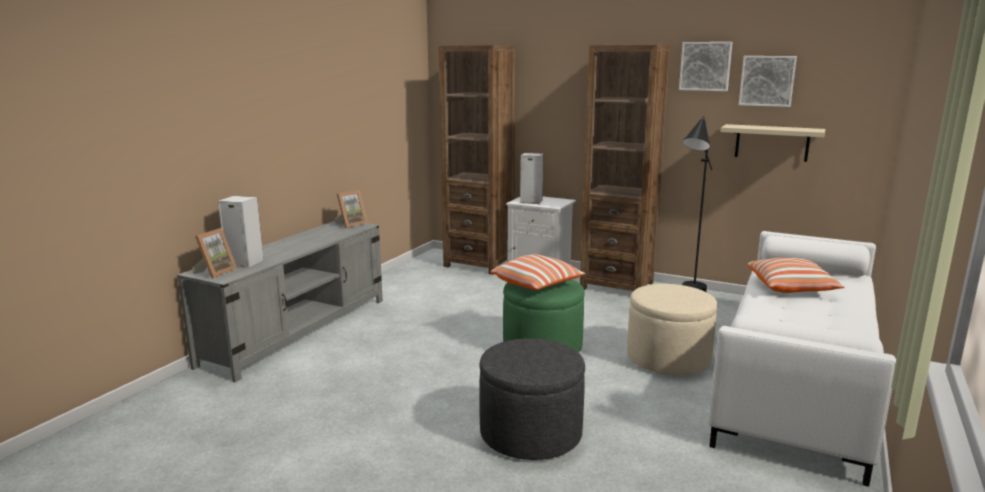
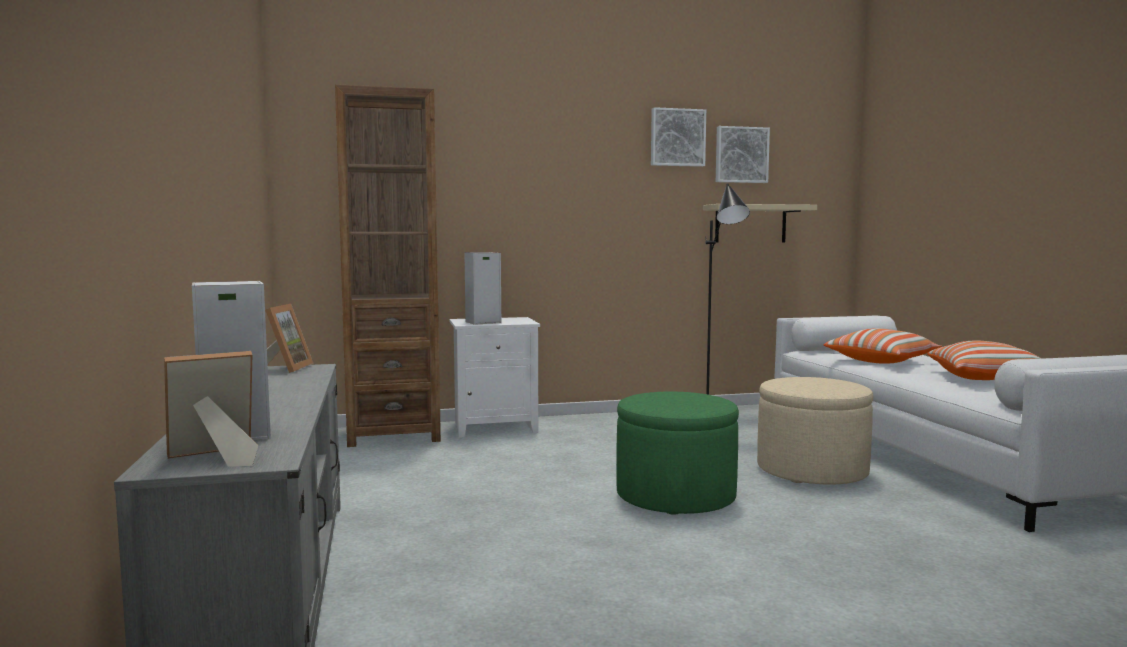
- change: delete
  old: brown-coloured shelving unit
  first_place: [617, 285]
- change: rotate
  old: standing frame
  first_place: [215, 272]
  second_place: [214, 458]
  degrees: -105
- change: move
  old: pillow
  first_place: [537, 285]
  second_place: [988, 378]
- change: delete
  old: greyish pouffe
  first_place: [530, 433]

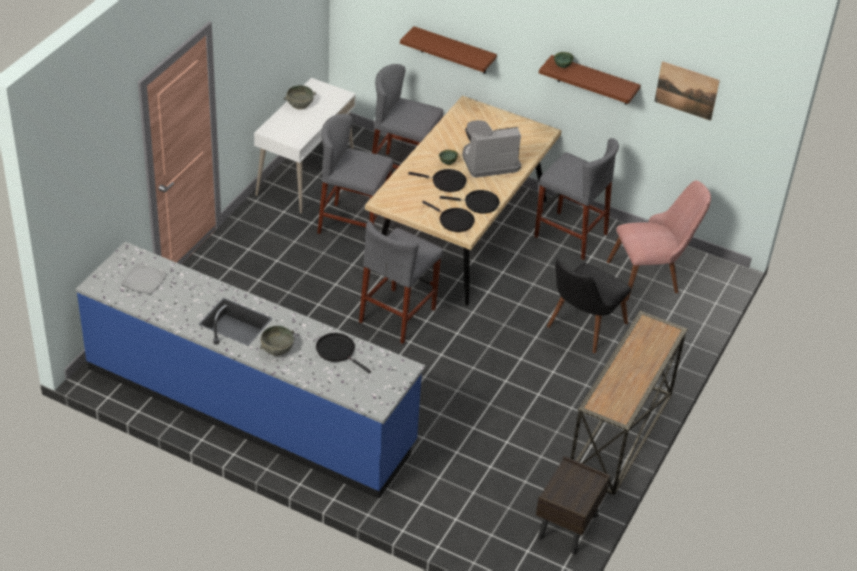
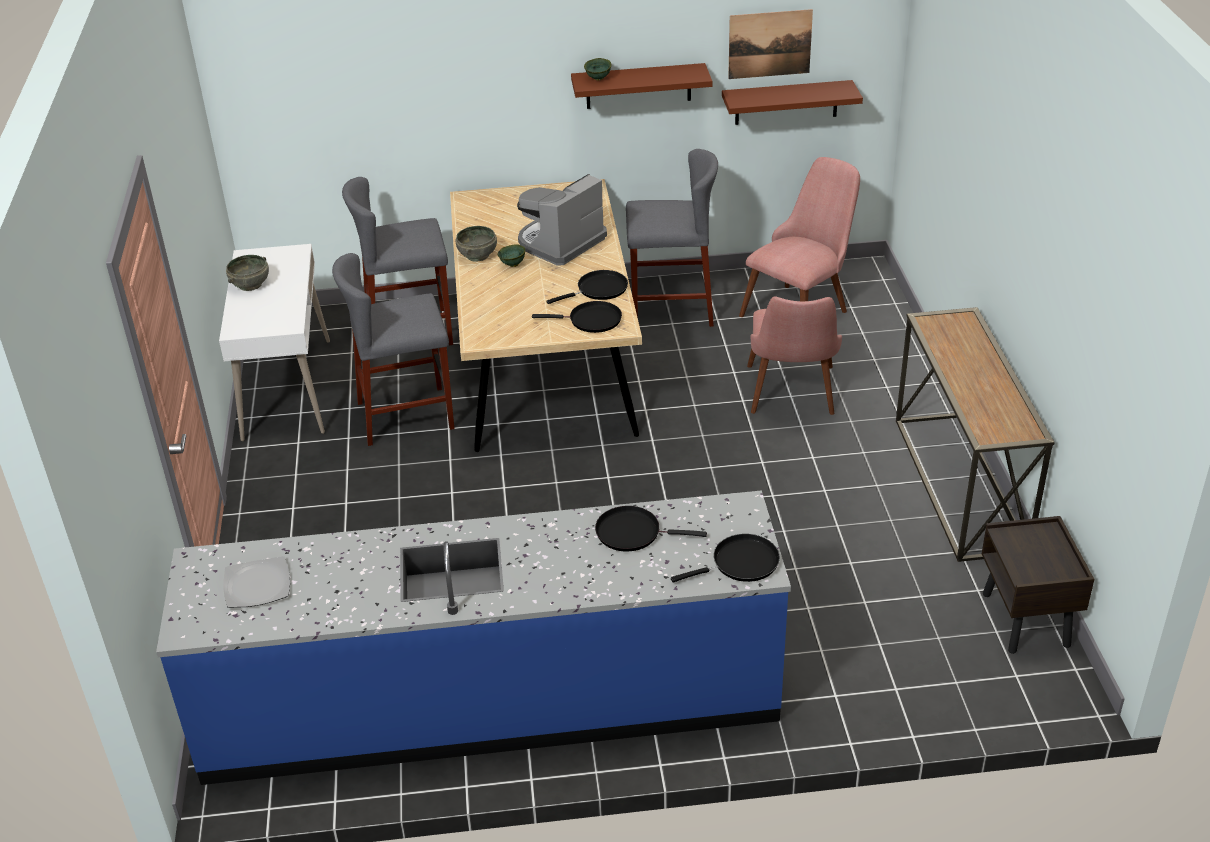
- change: move
  old: brown-coloured bracket shelf
  first_place: [454, 51]
  second_place: [786, 102]
- change: move
  old: black frying pan
  first_place: [446, 182]
  second_place: [741, 563]
- change: delete
  old: greyish stool
  first_place: [397, 315]
- change: recolor
  old: black plain chair
  new: pink-coloured plain chair
  first_place: [581, 330]
  second_place: [792, 398]
- change: move
  old: greyish deep dish
  first_place: [277, 349]
  second_place: [478, 255]

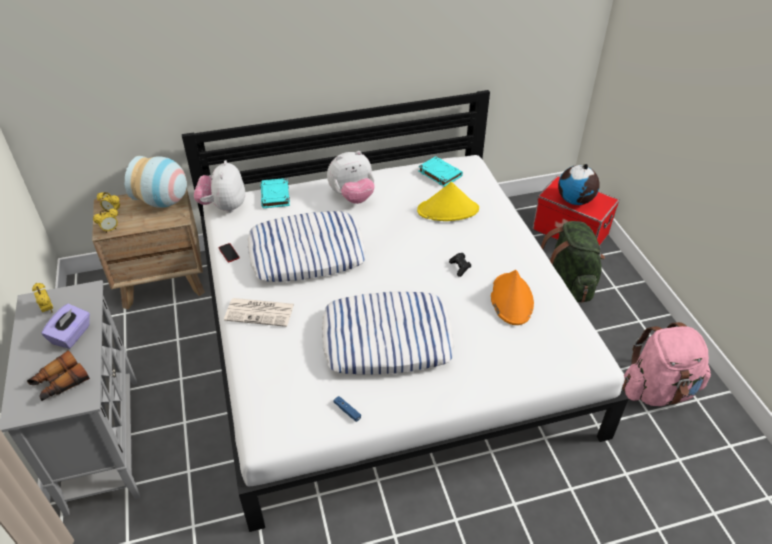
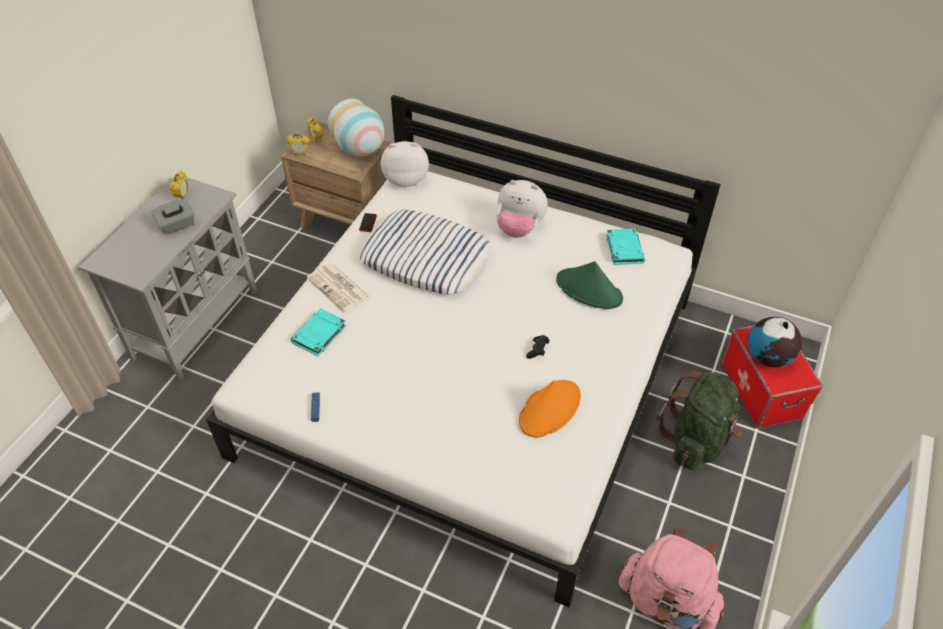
- change: rotate
  old: cuddly toy
  first_place: [224, 207]
  second_place: [406, 179]
  degrees: 45
- change: move
  old: blue-green volume
  first_place: [275, 196]
  second_place: [319, 335]
- change: recolor
  old: yellow clothing hat
  new: green clothing hat
  first_place: [448, 210]
  second_place: [589, 290]
- change: delete
  old: pillow
  first_place: [387, 339]
- change: recolor
  old: purple box of tissues
  new: greyish box of tissues
  first_place: [72, 335]
  second_place: [177, 225]
- change: delete
  old: binoculars
  first_place: [59, 383]

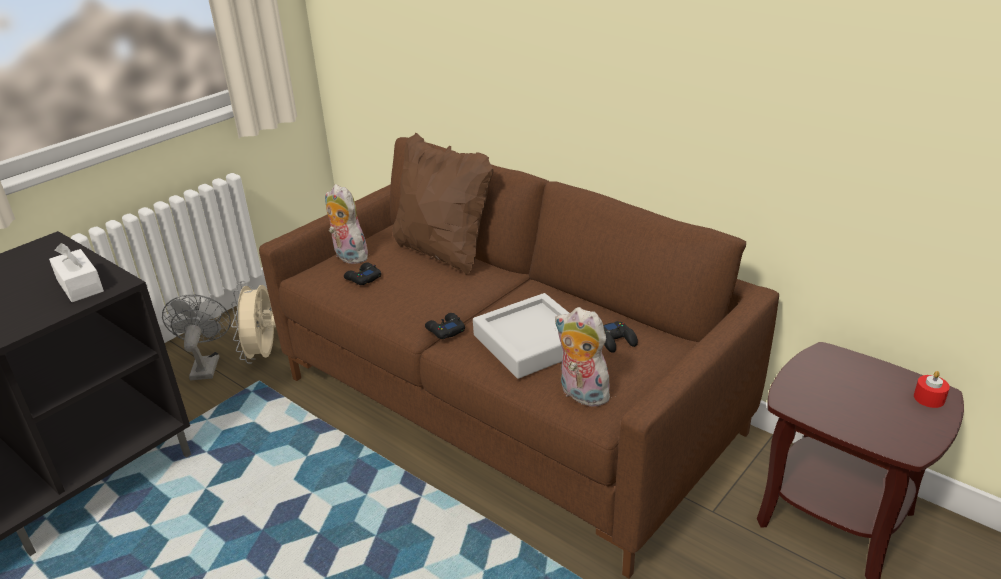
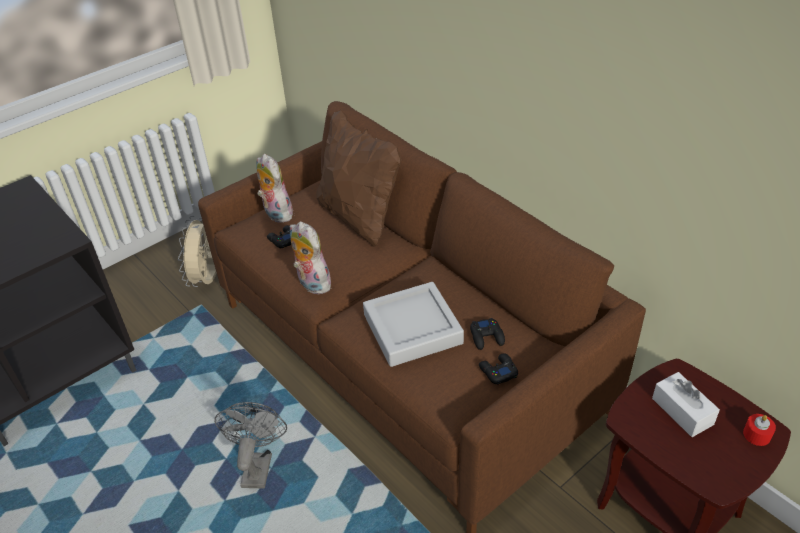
- change: move
  old: whitish box of tissues
  first_place: [80, 285]
  second_place: [682, 411]
- change: move
  old: greyish cooling fan
  first_place: [206, 365]
  second_place: [257, 465]
- change: move
  old: cuddly toy
  first_place: [581, 394]
  second_place: [311, 283]
- change: move
  old: black joypad
  first_place: [445, 330]
  second_place: [498, 371]

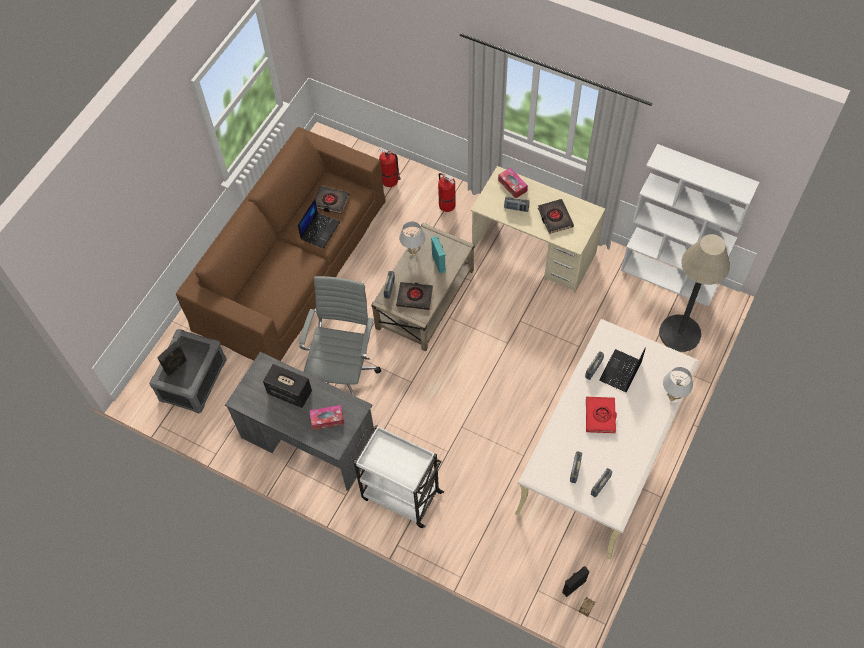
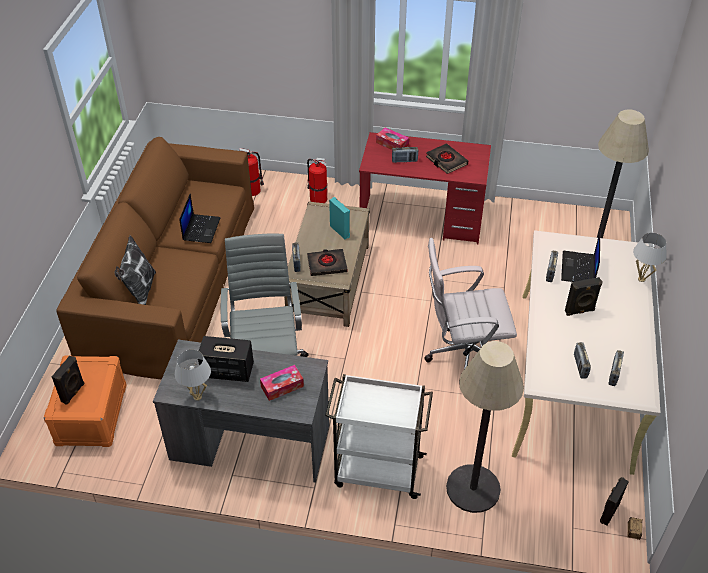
- change: delete
  old: whitish shelving unit
  first_place: [669, 278]
- change: recolor
  old: beige-coloured desk unit
  new: red-coloured desk unit
  first_place: [533, 252]
  second_place: [421, 219]
- change: delete
  old: black volume
  first_place: [330, 201]
- change: move
  old: whitish tabletop lamp
  first_place: [413, 253]
  second_place: [197, 397]
- change: recolor
  old: greyish storage bin
  new: orange-coloured storage bin
  first_place: [193, 380]
  second_place: [92, 415]
- change: replace
  old: red-coloured volume
  new: black loudspeaker
  first_place: [600, 416]
  second_place: [580, 311]
- change: insert
  new: pillow
  second_place: [140, 291]
- change: insert
  new: whitish office chair
  second_place: [462, 357]
- change: insert
  new: standard lamp
  second_place: [473, 488]

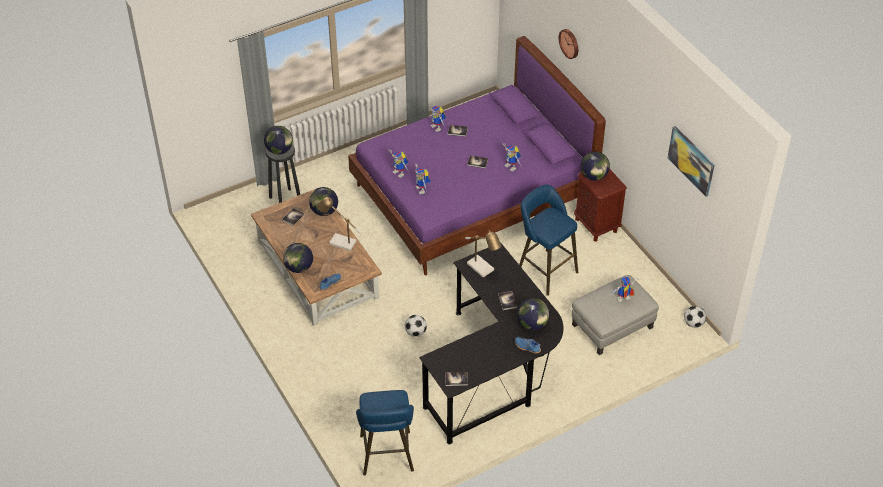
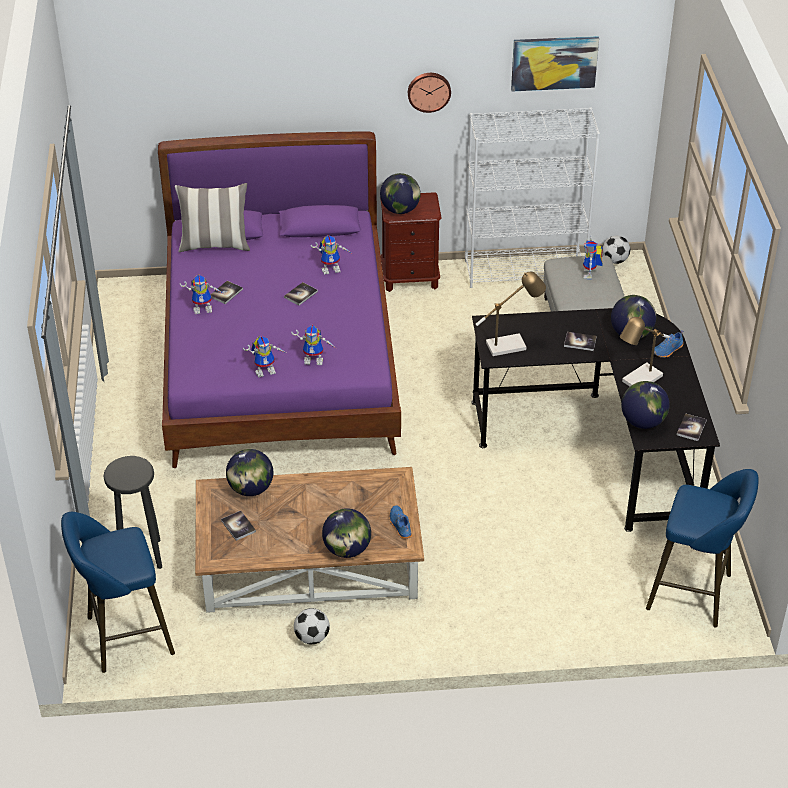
- change: move
  old: clock on the wall
  first_place: [570, 43]
  second_place: [429, 91]
- change: move
  old: desk globe
  first_place: [279, 150]
  second_place: [643, 421]
- change: move
  old: bluish stool
  first_place: [544, 270]
  second_place: [124, 637]
- change: move
  old: tabletop lamp
  first_place: [339, 242]
  second_place: [639, 381]
- change: move
  old: football
  first_place: [415, 332]
  second_place: [312, 637]
- change: insert
  new: whitish shelving unit
  second_place: [525, 270]
- change: insert
  new: pillow
  second_place: [215, 245]

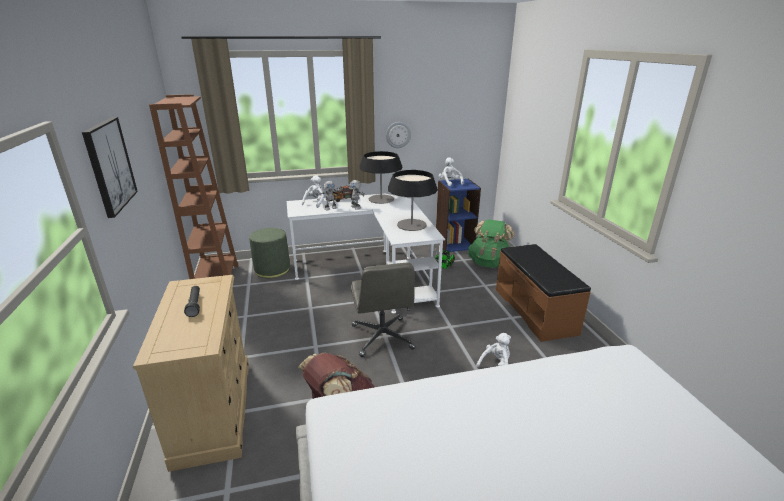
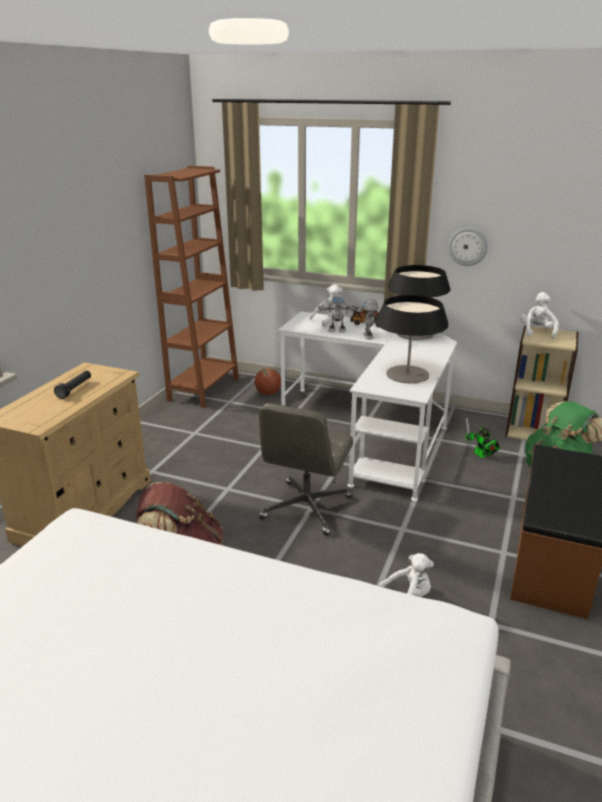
- change: delete
  old: picture
  first_place: [109, 165]
- change: recolor
  old: bluish shelving unit
  new: beige-coloured shelving unit
  first_place: [454, 244]
  second_place: [533, 429]
- change: replace
  old: green pouffe
  new: basketball ball
  first_place: [272, 269]
  second_place: [268, 393]

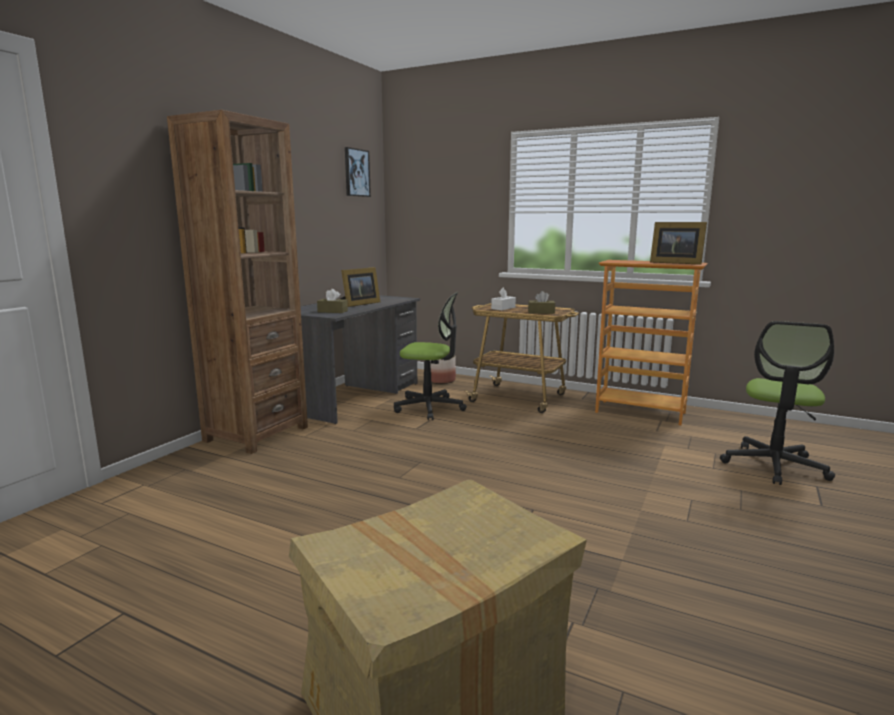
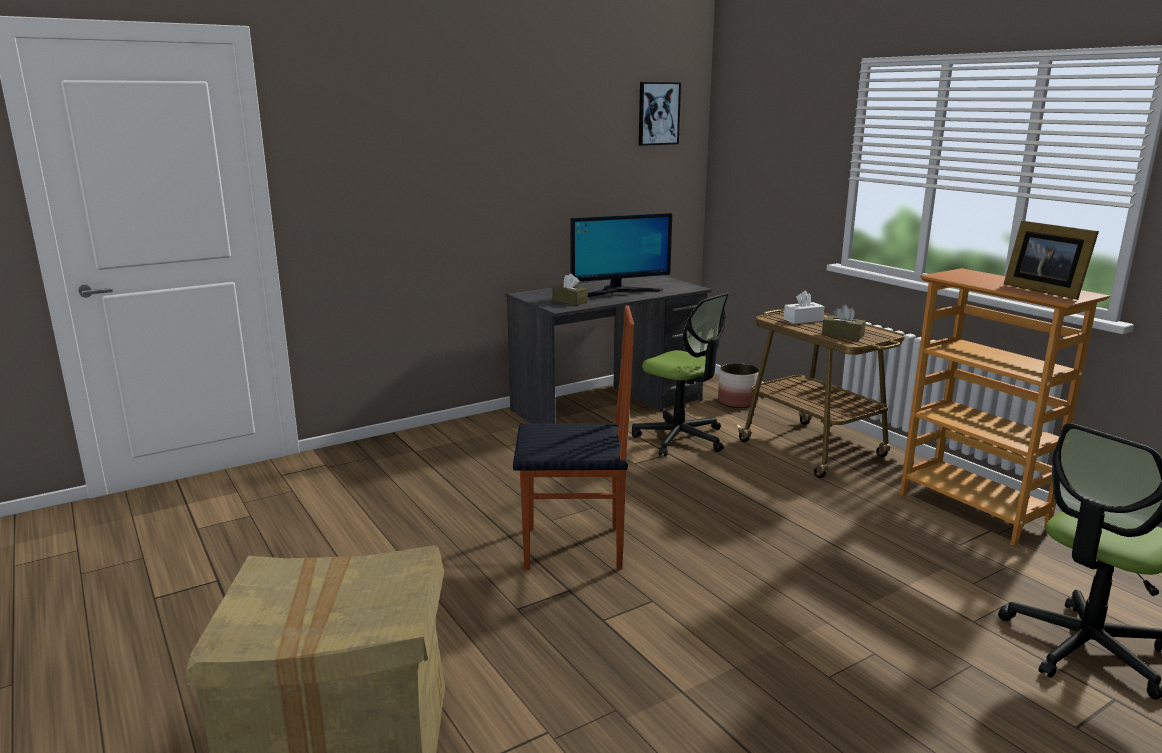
- change: delete
  old: brown-coloured shelving unit
  first_place: [256, 434]
- change: replace
  old: standing frame
  new: computer display
  first_place: [359, 304]
  second_place: [618, 292]
- change: insert
  new: plain chair
  second_place: [574, 548]

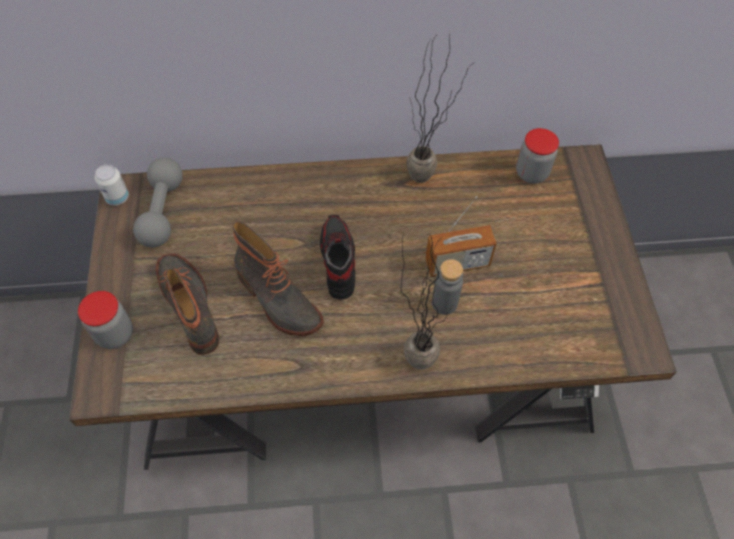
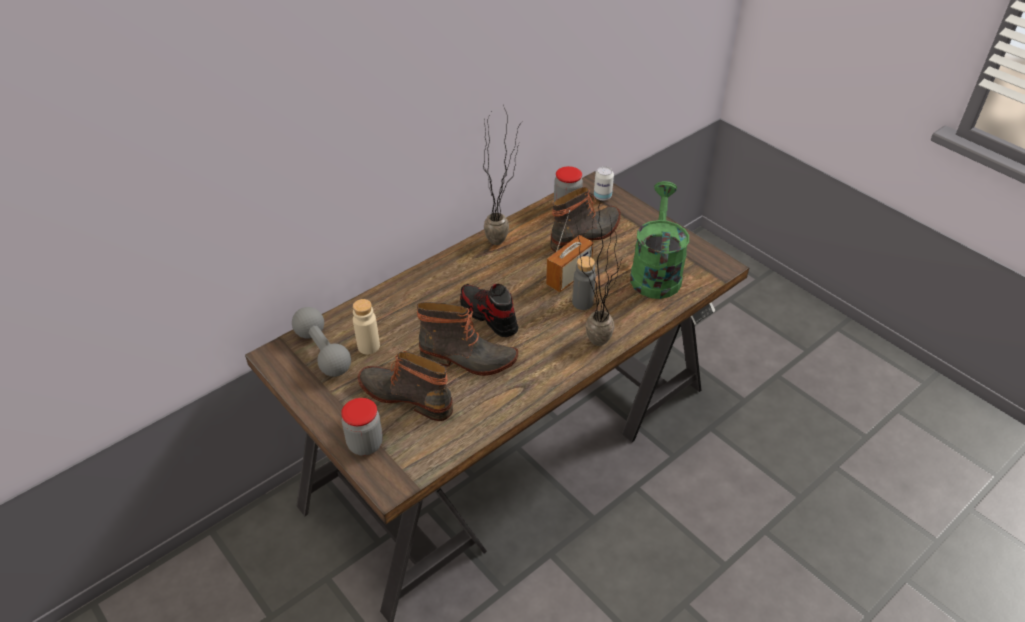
- change: move
  old: sealed can
  first_place: [117, 198]
  second_place: [602, 196]
- change: insert
  new: green sprinkling can
  second_place: [655, 272]
- change: insert
  new: high-top boot
  second_place: [586, 234]
- change: insert
  new: beige-coloured beverage bottle
  second_place: [368, 346]

